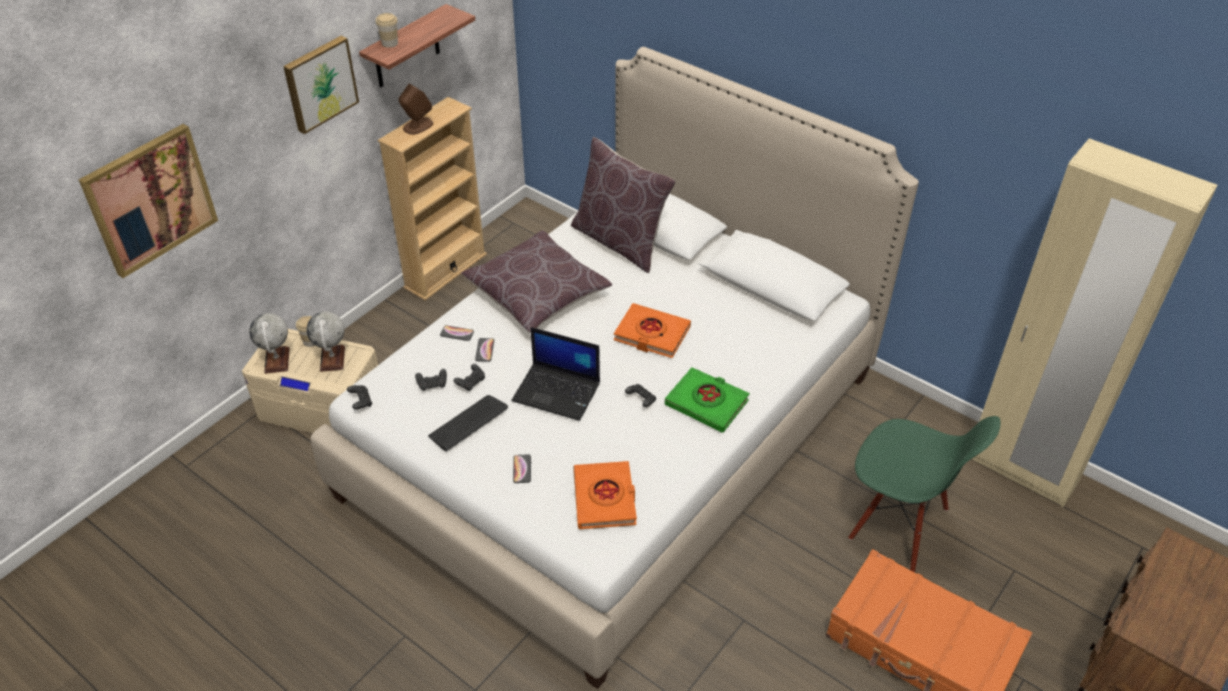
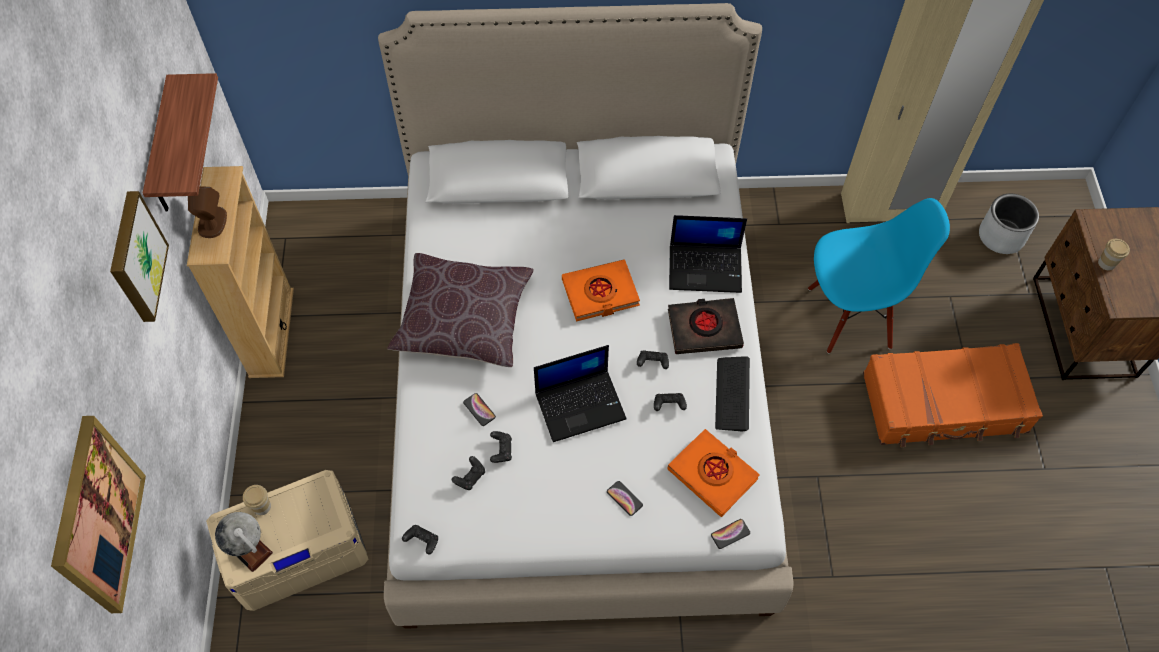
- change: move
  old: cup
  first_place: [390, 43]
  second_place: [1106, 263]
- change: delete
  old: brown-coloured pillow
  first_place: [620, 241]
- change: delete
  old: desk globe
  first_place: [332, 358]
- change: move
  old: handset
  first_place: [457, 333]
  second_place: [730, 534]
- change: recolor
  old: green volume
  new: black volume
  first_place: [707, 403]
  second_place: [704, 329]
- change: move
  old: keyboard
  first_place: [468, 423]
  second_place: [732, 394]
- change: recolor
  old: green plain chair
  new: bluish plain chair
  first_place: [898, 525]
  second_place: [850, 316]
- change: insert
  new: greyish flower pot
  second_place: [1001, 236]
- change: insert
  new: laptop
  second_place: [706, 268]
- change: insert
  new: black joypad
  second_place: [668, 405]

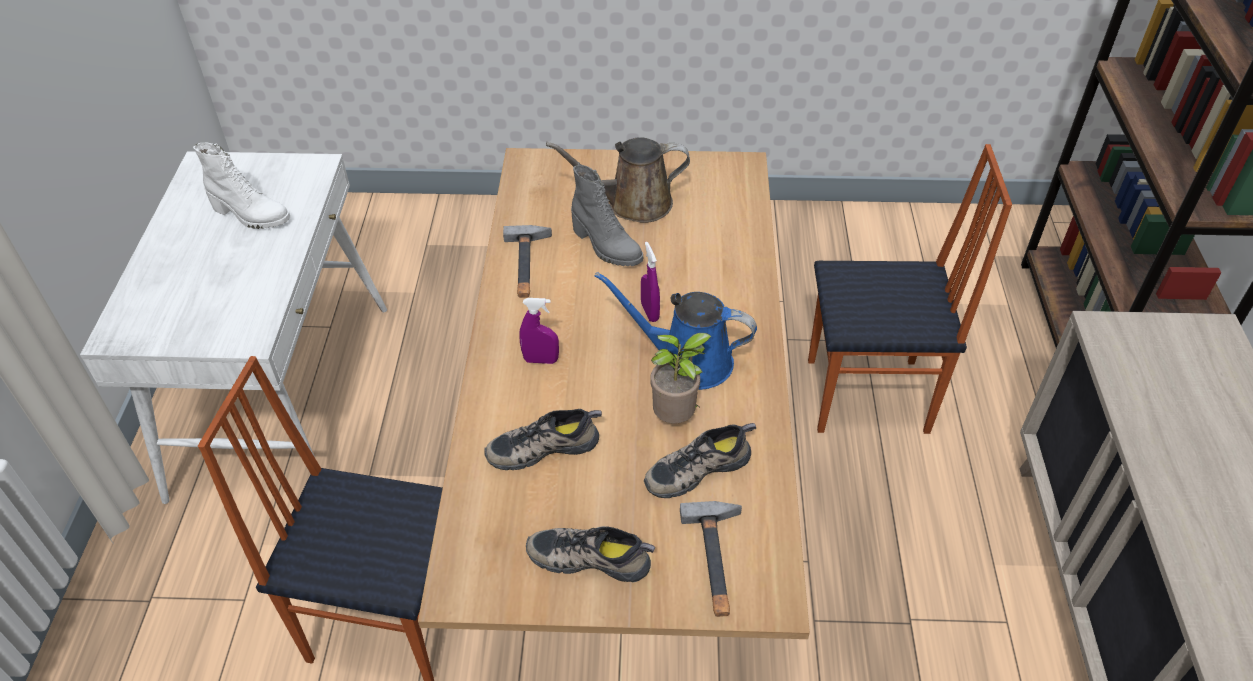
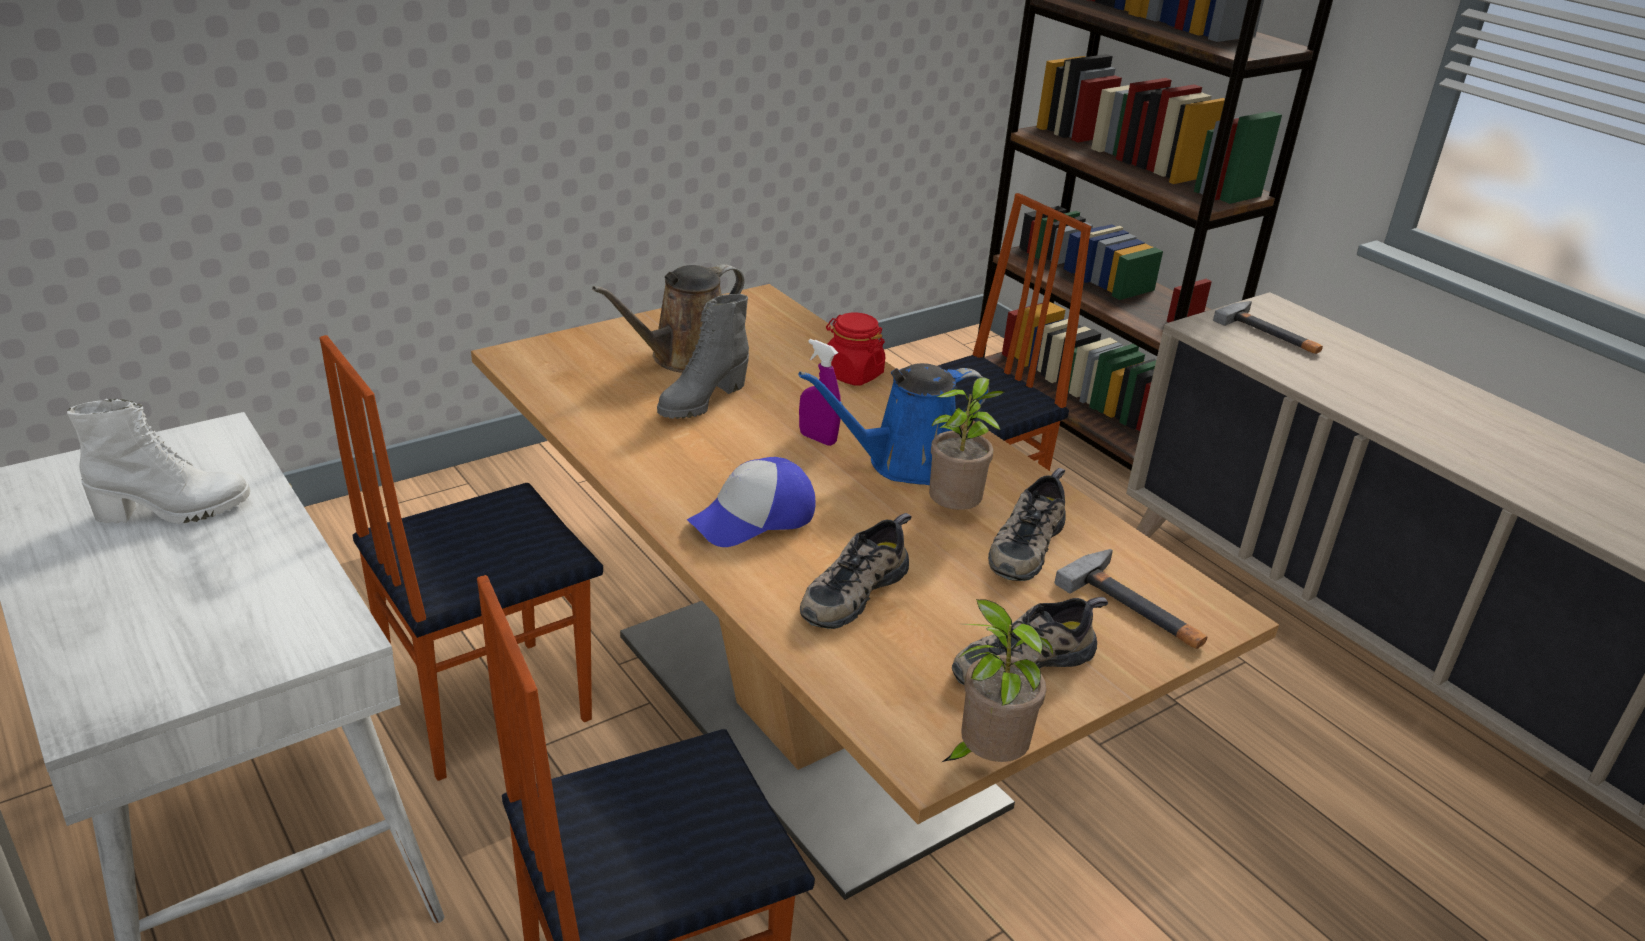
- change: rotate
  old: greyish high-top boot
  first_place: [605, 247]
  second_place: [701, 401]
  degrees: 120
- change: move
  old: hand hammer
  first_place: [527, 265]
  second_place: [1272, 334]
- change: replace
  old: purple spray bottle
  new: peaked cap
  first_place: [541, 360]
  second_place: [753, 518]
- change: insert
  new: red-coloured preserve jar
  second_place: [852, 374]
- change: insert
  new: plain chair
  second_place: [484, 706]
- change: insert
  new: potted plant
  second_place: [985, 759]

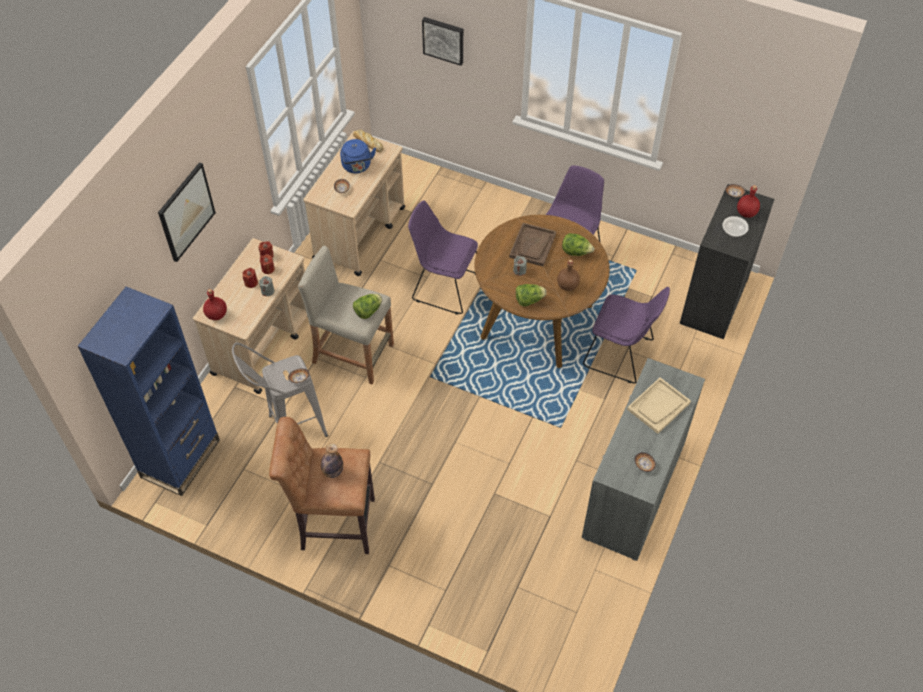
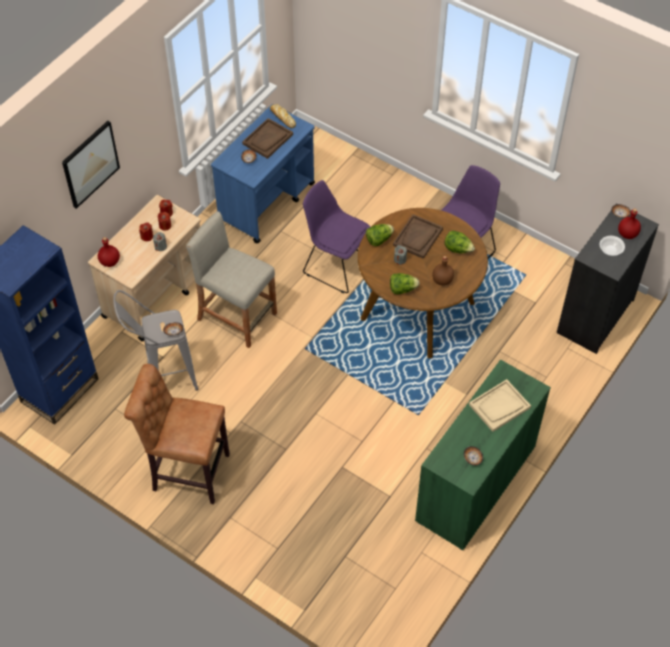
- change: delete
  old: picture
  first_place: [444, 40]
- change: recolor
  old: beige-coloured cart
  new: bluish cart
  first_place: [360, 233]
  second_place: [267, 202]
- change: replace
  old: bluish tea kettle
  new: brown-coloured serving tray
  first_place: [357, 167]
  second_place: [267, 139]
- change: delete
  old: purple plain chair
  first_place: [621, 354]
- change: move
  old: lettuce head
  first_place: [368, 311]
  second_place: [379, 240]
- change: recolor
  old: greyish cupboard
  new: green cupboard
  first_place: [634, 489]
  second_place: [475, 484]
- change: delete
  old: beverage bottle
  first_place: [333, 471]

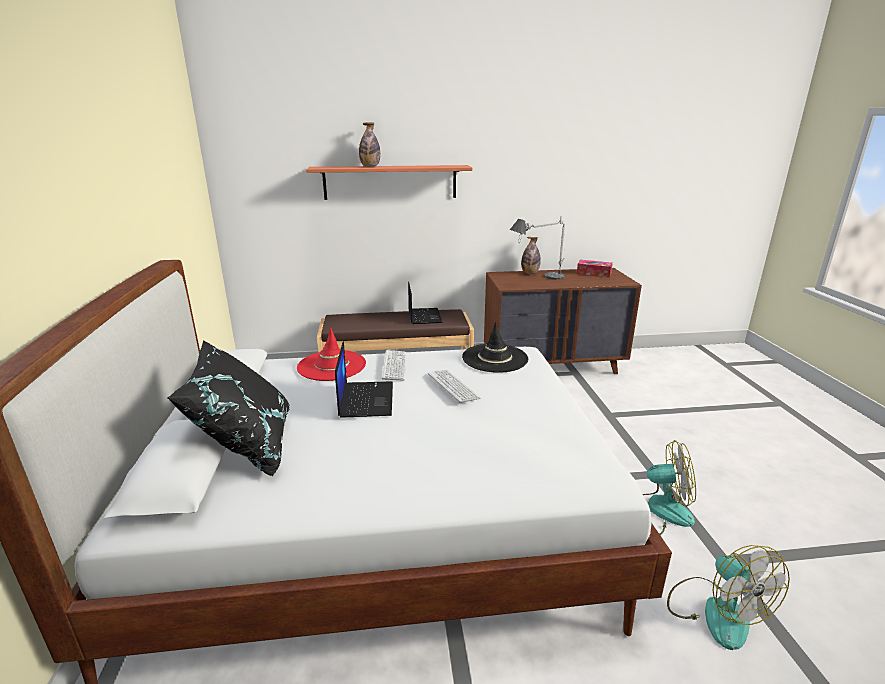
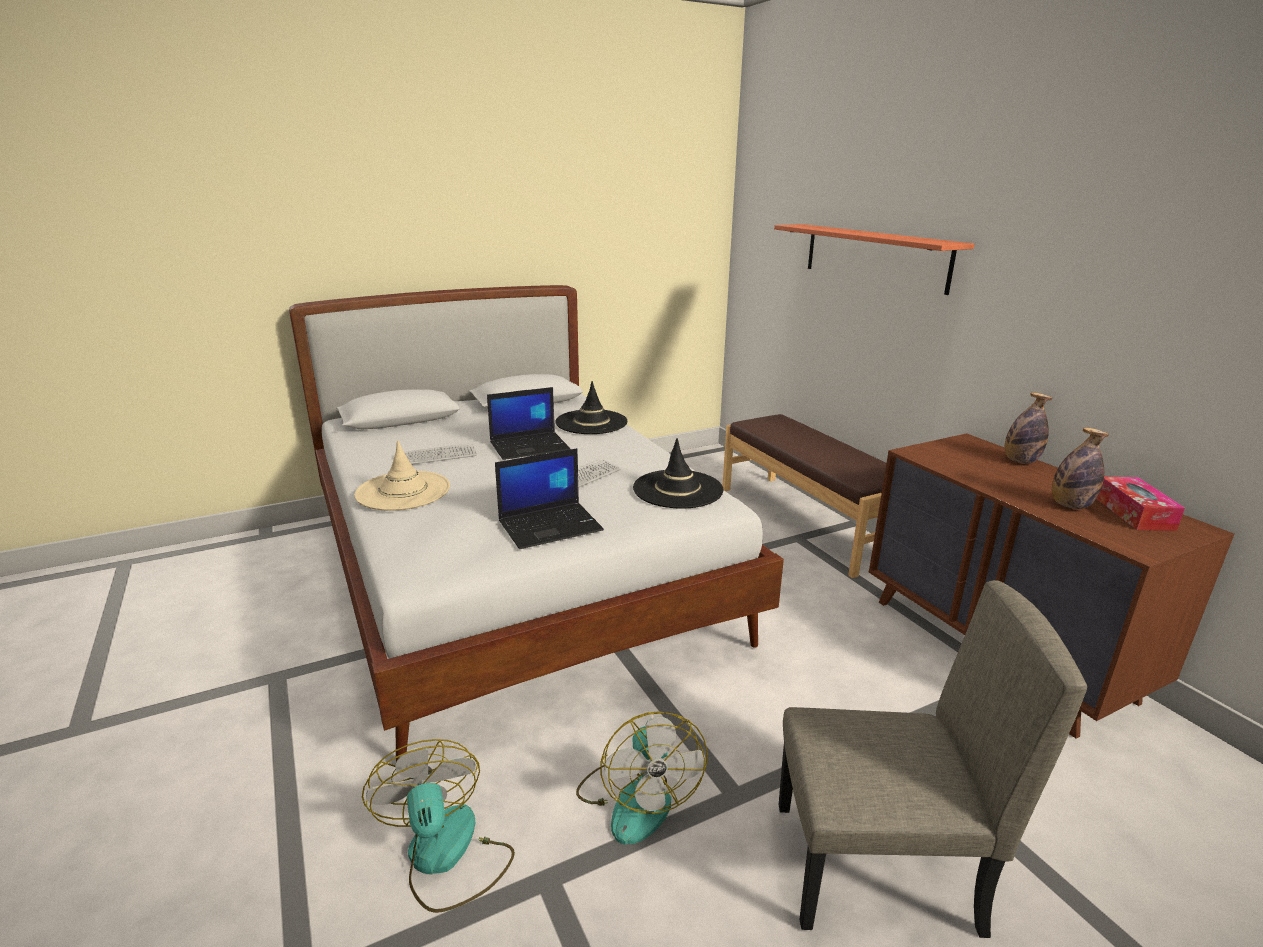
- change: move
  old: beverage bottle
  first_place: [370, 166]
  second_place: [1070, 505]
- change: delete
  old: tabletop lamp
  first_place: [538, 280]
- change: move
  old: laptop
  first_place: [424, 316]
  second_place: [551, 525]
- change: recolor
  old: red-coloured clothing hat
  new: black clothing hat
  first_place: [331, 366]
  second_place: [591, 422]
- change: delete
  old: black pillow
  first_place: [246, 446]
- change: move
  old: keyboard
  first_place: [395, 366]
  second_place: [437, 456]
- change: rotate
  old: cooling fan
  first_place: [716, 611]
  second_place: [446, 857]
  degrees: 105
- change: insert
  new: beige-coloured clothing hat
  second_place: [403, 491]
- change: insert
  new: beige-coloured plain chair
  second_place: [875, 868]

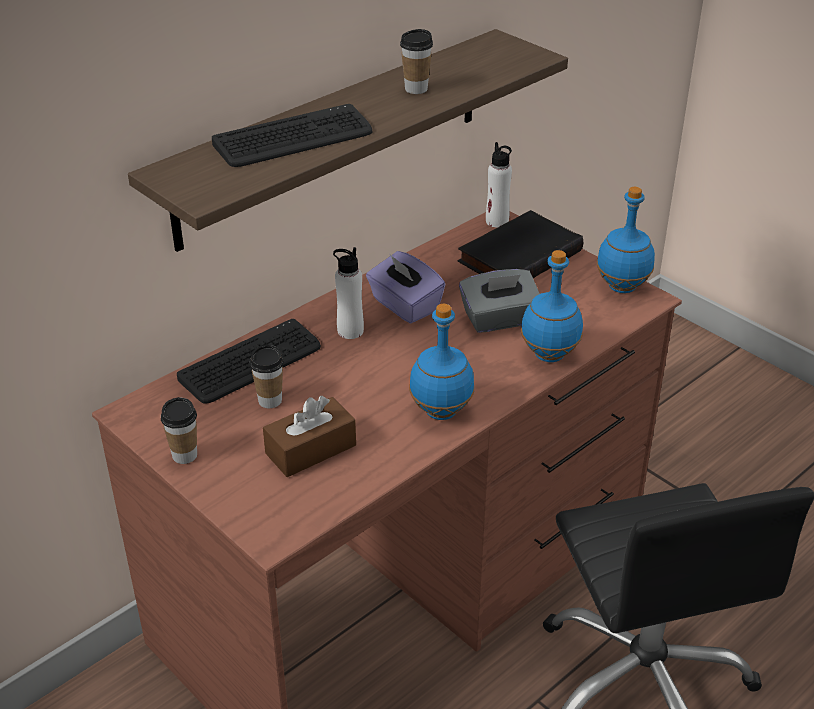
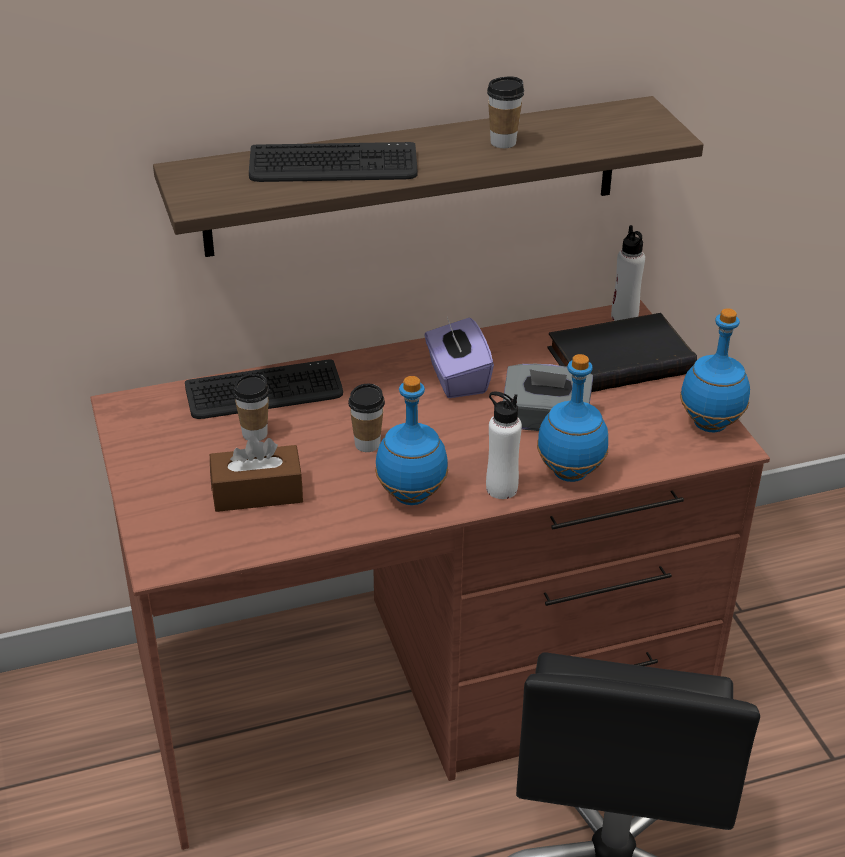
- change: move
  old: whitish beverage bottle
  first_place: [350, 331]
  second_place: [501, 488]
- change: move
  old: cup
  first_place: [184, 455]
  second_place: [367, 444]

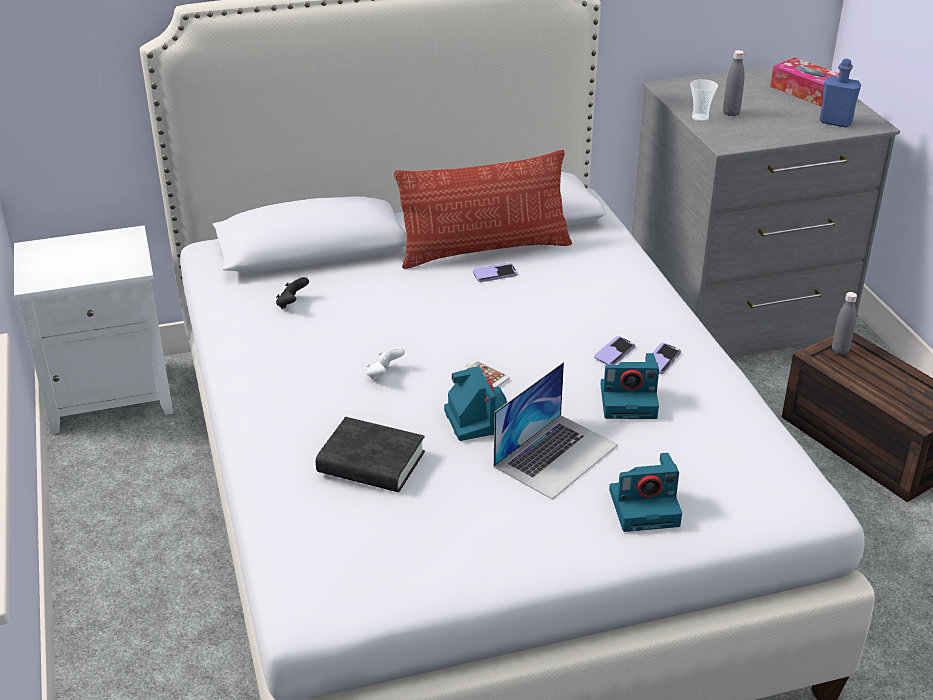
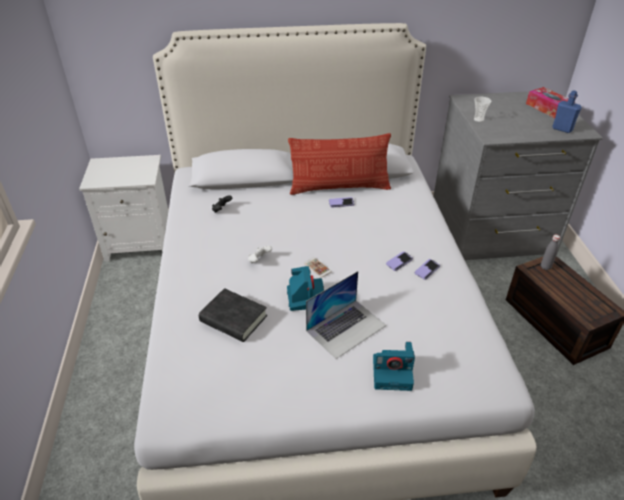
- change: delete
  old: greyish beverage bottle
  first_place: [731, 113]
- change: delete
  old: still camera
  first_place: [630, 400]

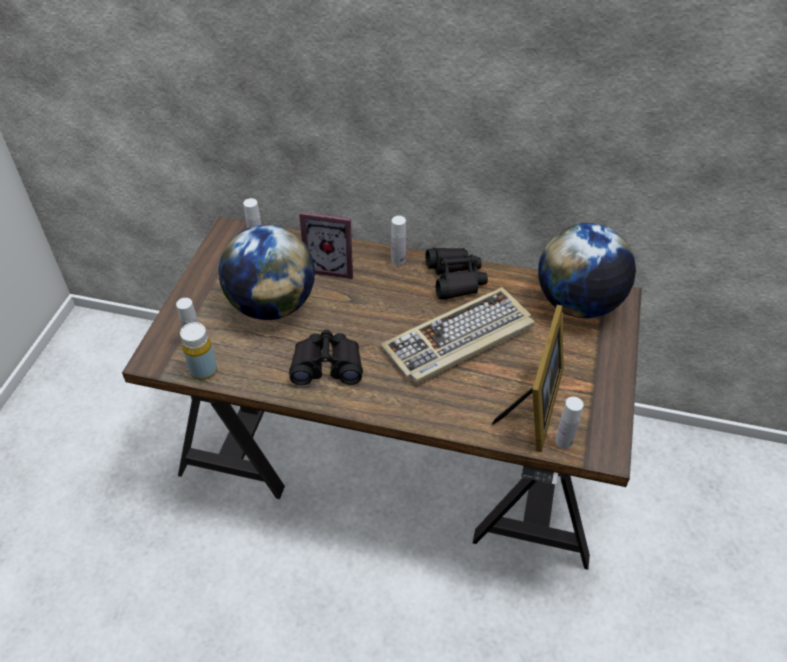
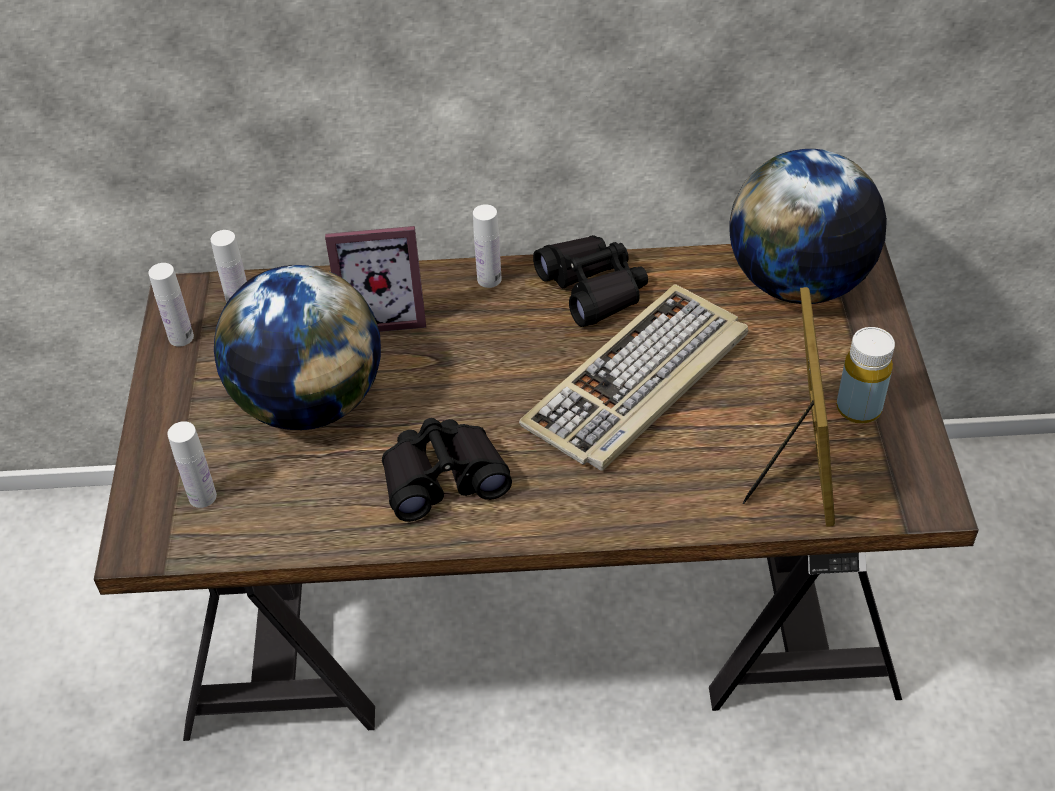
- change: move
  old: yellow beverage bottle
  first_place: [203, 370]
  second_place: [858, 408]
- change: move
  old: whitish beverage bottle
  first_place: [563, 441]
  second_place: [181, 337]

